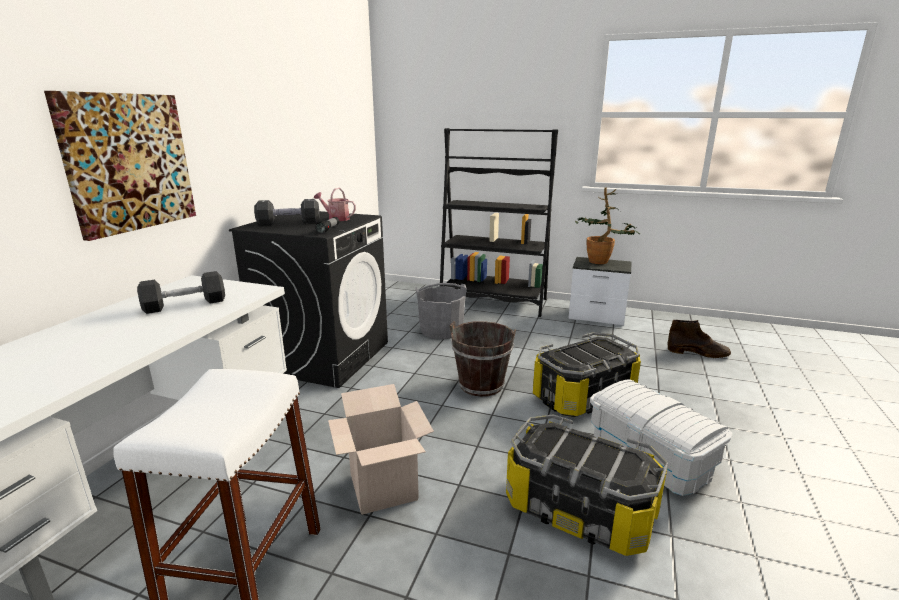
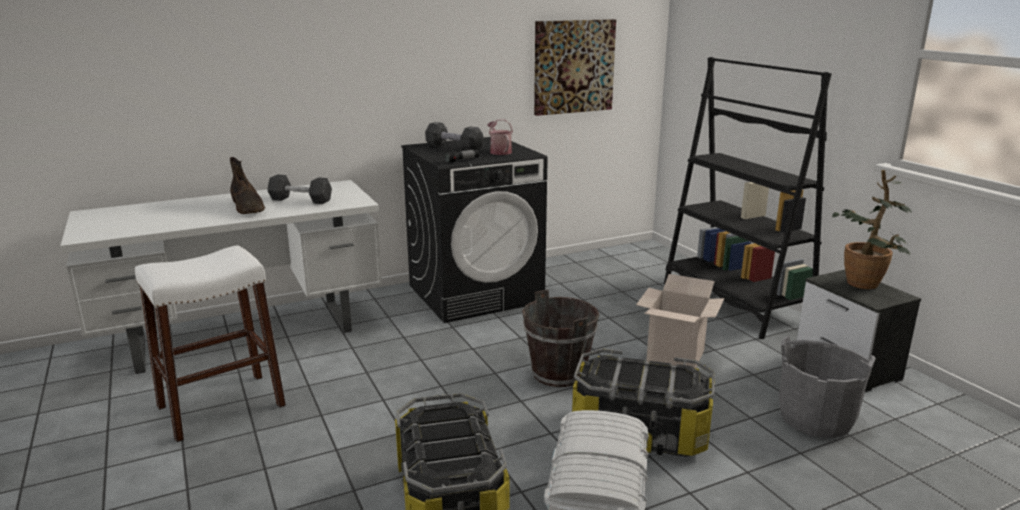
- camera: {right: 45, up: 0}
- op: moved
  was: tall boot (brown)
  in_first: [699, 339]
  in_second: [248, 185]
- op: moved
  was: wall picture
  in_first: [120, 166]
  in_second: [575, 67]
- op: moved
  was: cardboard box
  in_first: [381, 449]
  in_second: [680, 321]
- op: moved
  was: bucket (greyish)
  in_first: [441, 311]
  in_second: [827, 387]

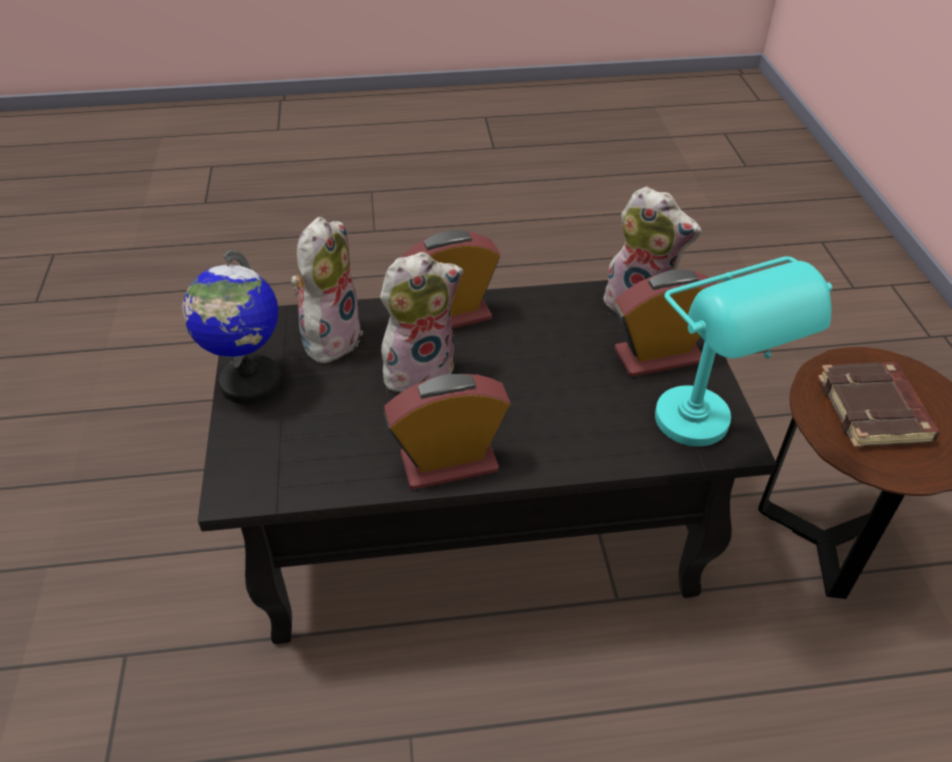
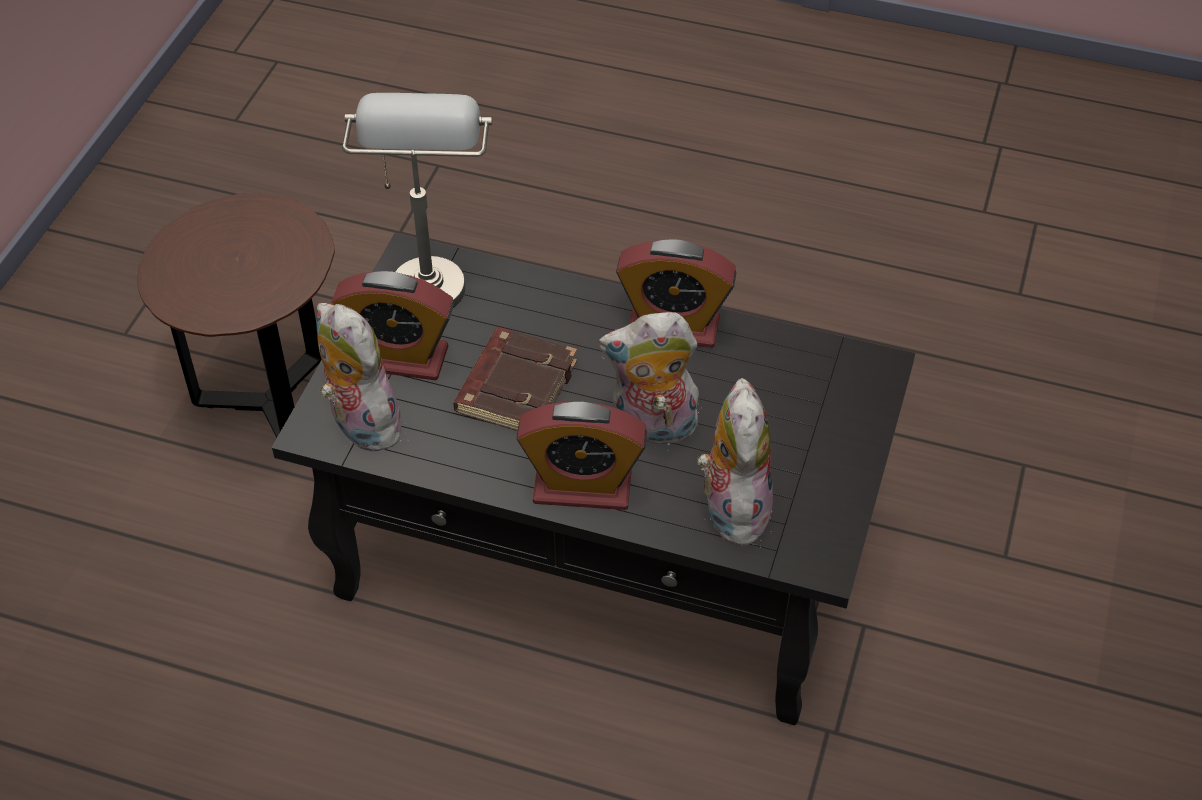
- camera: {right: -155, up: 5}
- op: recoloured
  was: table lamp (turquoise-coloured)
  now: table lamp (greyish)
  in_first: [743, 351]
  in_second: [417, 200]
- op: moved
  was: bound book (brown)
  in_first: [879, 404]
  in_second: [515, 379]
- op: turned
  was: soft toy
  in_first: [327, 292]
  in_second: [735, 463]
  clockwise: 135
- op: removed
  was: desk globe
  in_first: [232, 327]

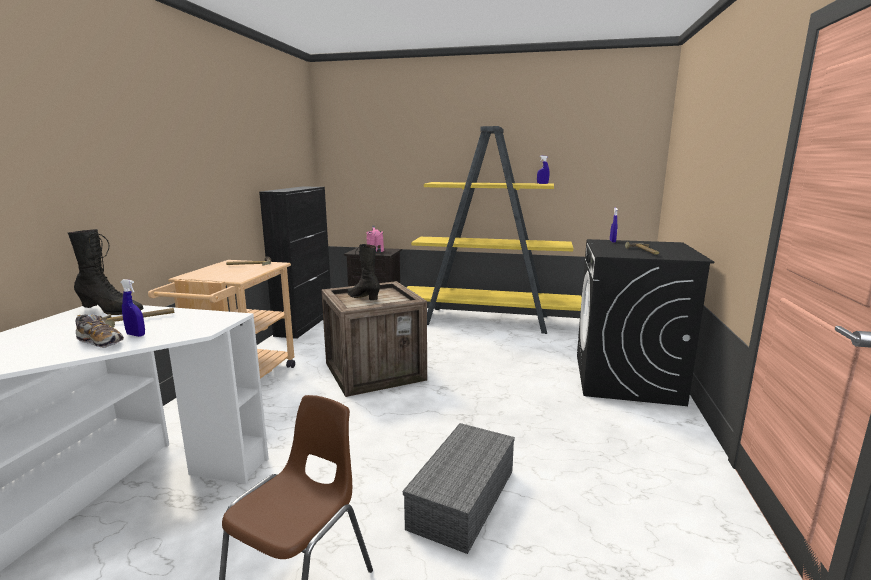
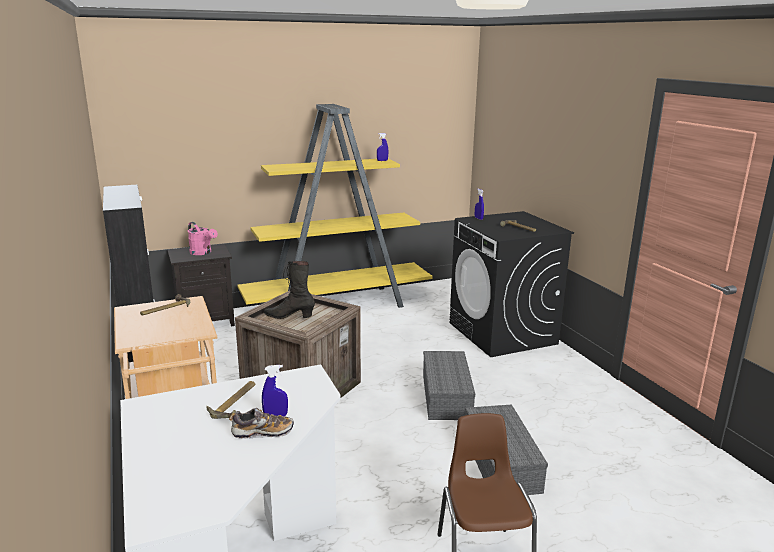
- camera: {right: -35, up: 5}
- op: added
  now: storage container (greyish)
  in_second: [449, 385]
- op: removed
  was: tall boot (black-coloured)
  in_first: [106, 272]

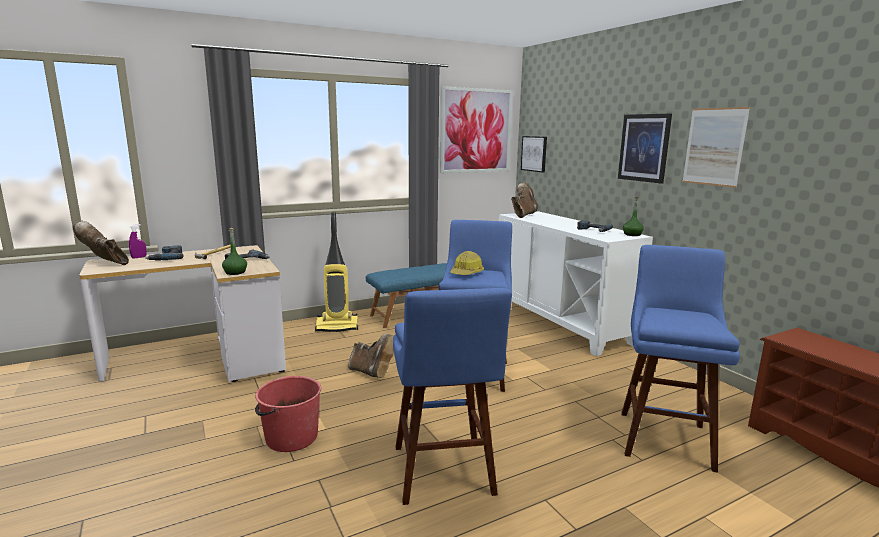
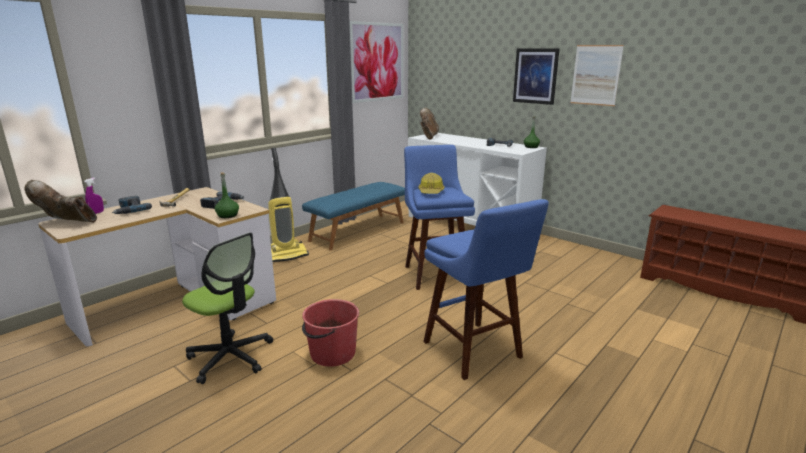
- camera: {right: -20, up: 5}
- op: added
  now: desk chair
  in_second: [227, 308]
- op: removed
  was: tall boot (brown)
  in_first: [371, 356]
- op: removed
  was: wall picture
  in_first: [534, 154]
- op: removed
  was: stool seat (bluish)
  in_first: [680, 359]

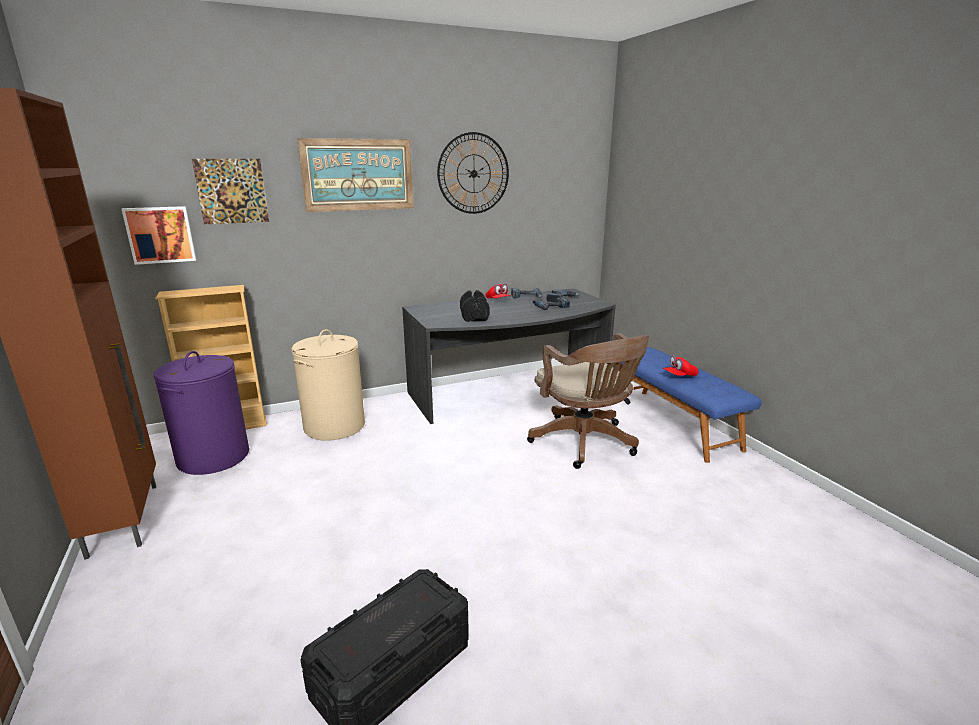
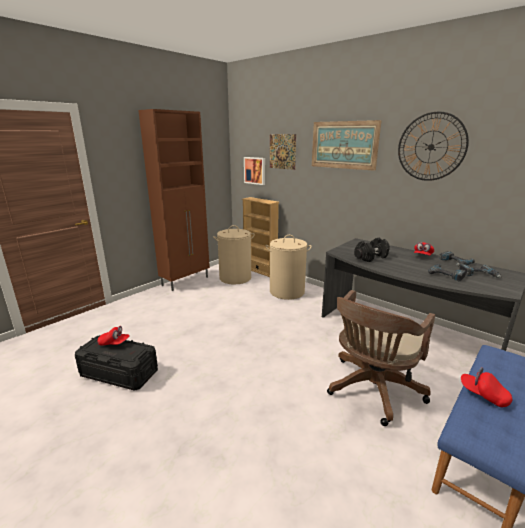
- camera: {right: 65, up: 0}
- op: added
  now: peaked cap (reddish)
  in_second: [114, 336]
- op: recoloured
  was: laundry basket (purple-coloured)
  now: laundry basket (beige-coloured)
  in_first: [201, 413]
  in_second: [234, 255]

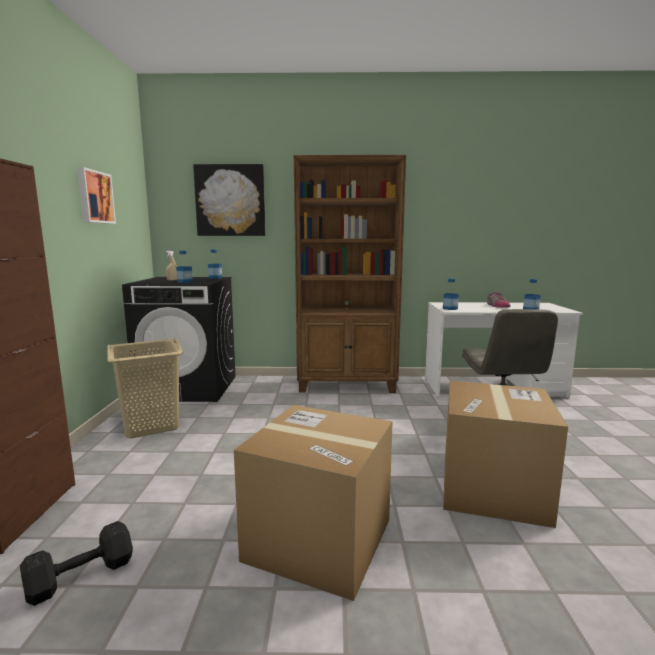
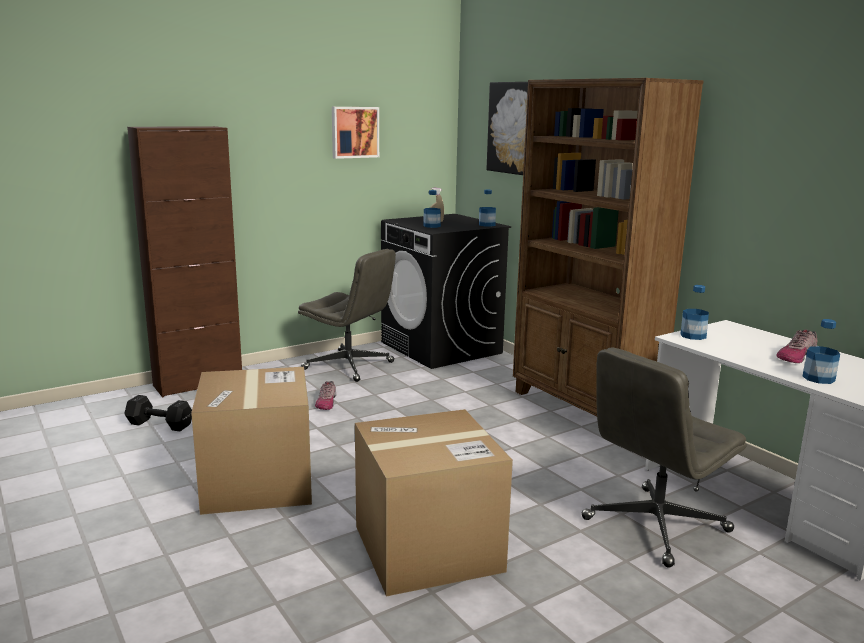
- camera: {right: 55, up: 5}
- op: replaced
  was: laundry basket (beige-coloured)
  now: desk chair (greyish)
  in_first: [145, 388]
  in_second: [347, 315]
- op: added
  now: item of footwear
  in_second: [325, 395]

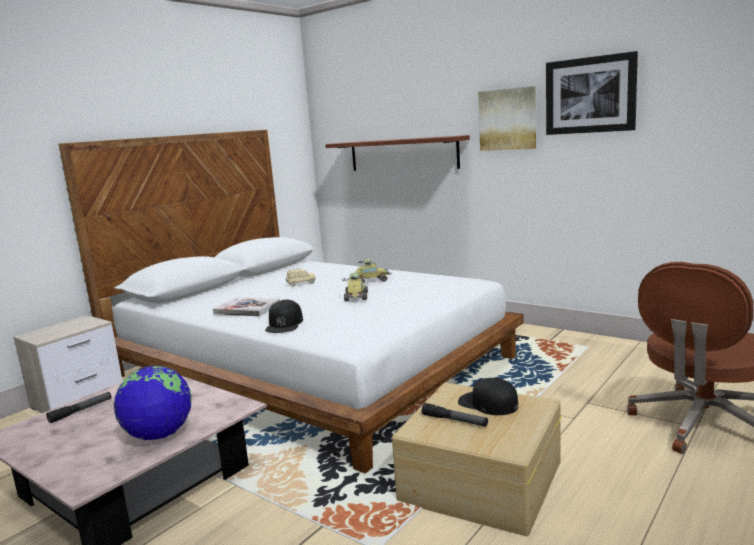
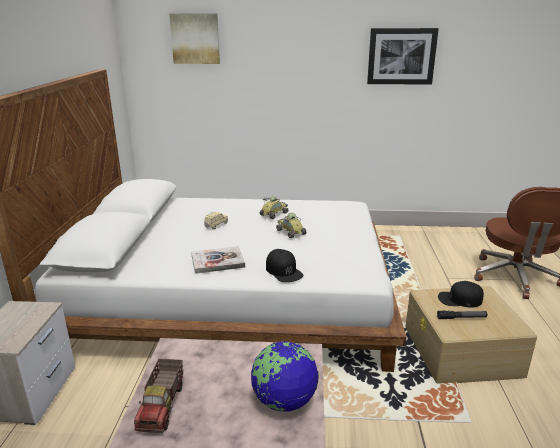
- camera: {right: -35, up: 10}
- op: replaced
  was: flashlight
  now: toy truck
  in_first: [78, 407]
  in_second: [158, 396]
- op: moved
  was: wall picture
  in_first: [507, 118]
  in_second: [194, 38]
- op: removed
  was: bracket shelf
  in_first: [397, 153]

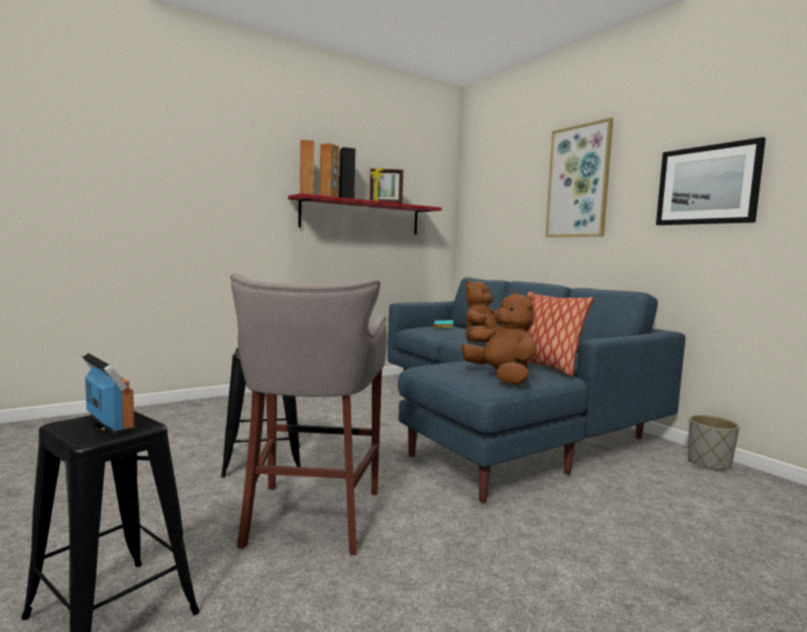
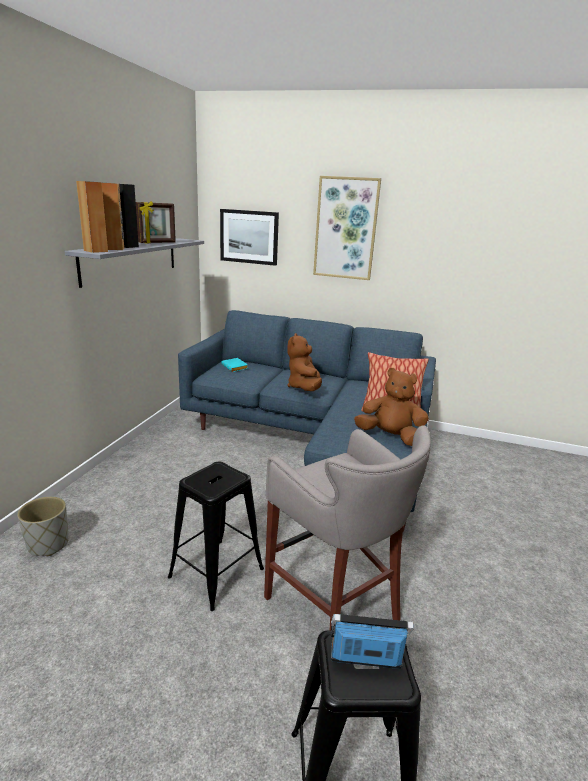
- camera: {right: -40, up: 15}
- op: moved
  was: flower pot (greyish)
  in_first: [713, 443]
  in_second: [43, 526]
- op: recoloured
  was: bracket shelf (reddish)
  now: bracket shelf (greyish)
  in_first: [365, 213]
  in_second: [134, 263]
- op: moved
  was: wall picture
  in_first: [711, 181]
  in_second: [249, 237]

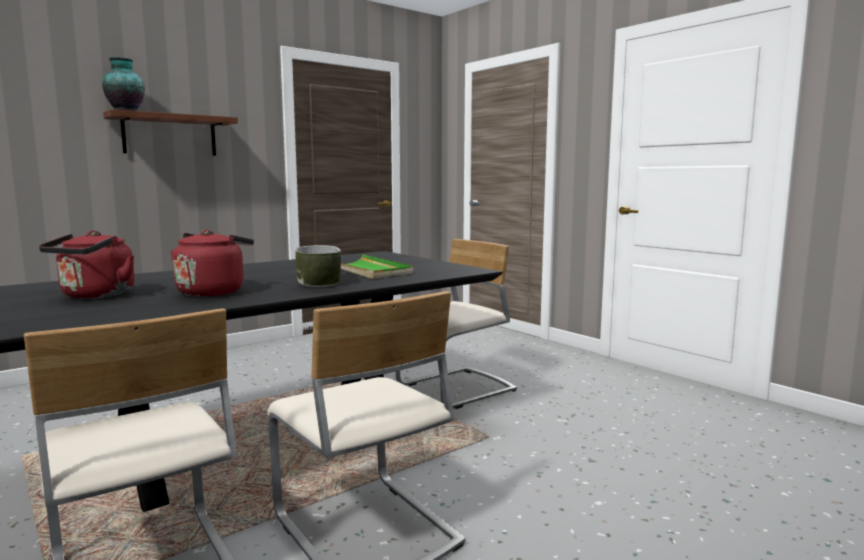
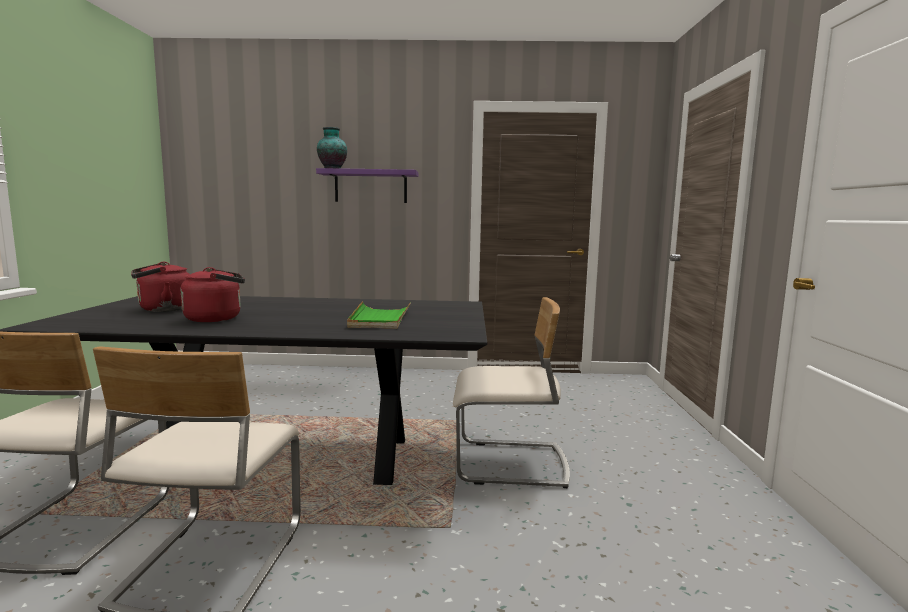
- camera: {right: 40, up: 0}
- op: recoloured
  was: bracket shelf (brown)
  now: bracket shelf (purple-coloured)
  in_first: [170, 132]
  in_second: [367, 185]
- op: removed
  was: deep dish
  in_first: [318, 266]

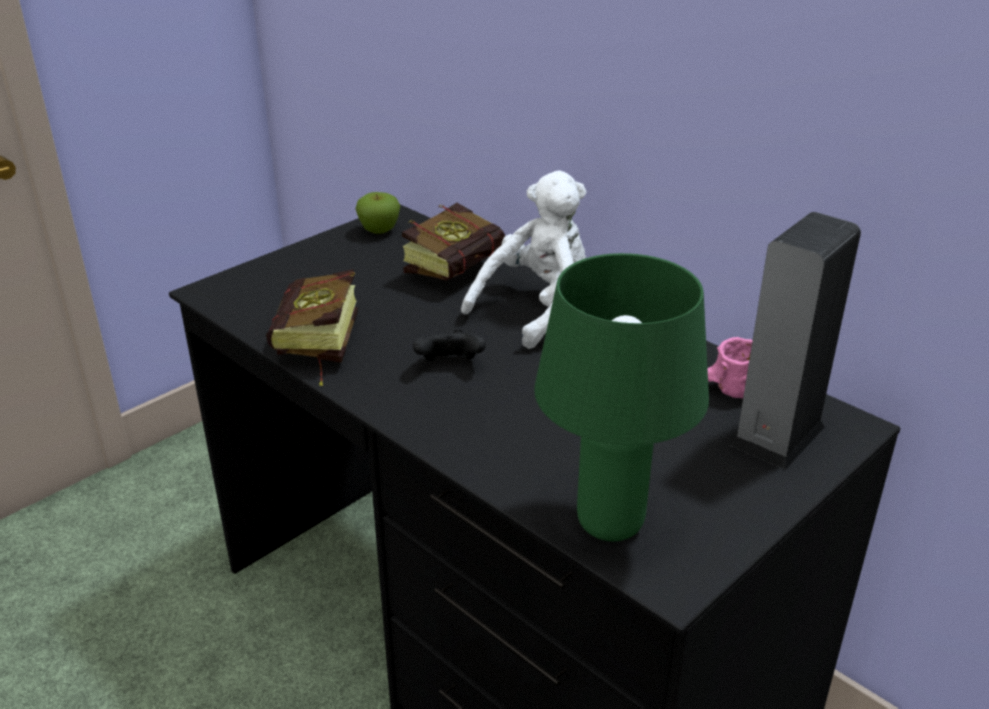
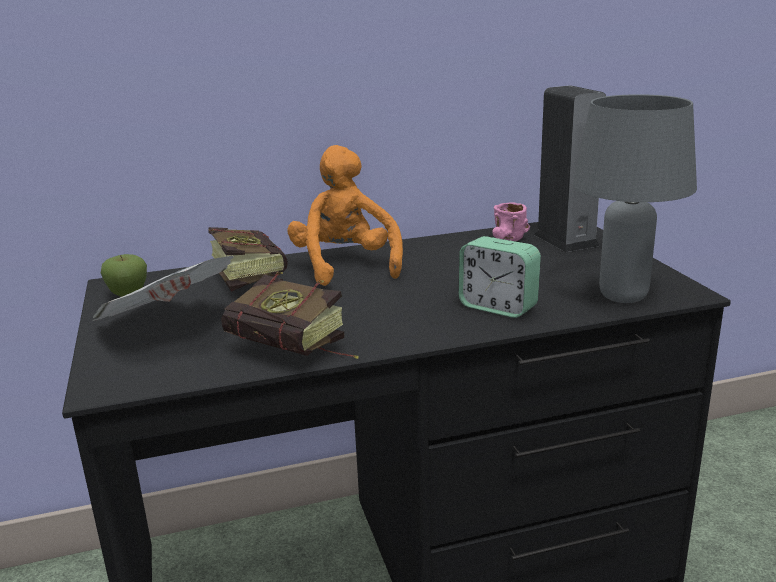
- camera: {right: -60, up: -10}
- op: added
  now: daily paper
  in_second: [163, 288]
- op: recoloured
  was: soft toy (white)
  now: soft toy (orange)
  in_first: [524, 259]
  in_second: [345, 215]
- op: added
  now: alarm clock
  in_second: [500, 277]
- op: recoloured
  was: table lamp (greenish)
  now: table lamp (greyish)
  in_first: [621, 397]
  in_second: [635, 198]
- op: removed
  was: gamepad (black-coloured)
  in_first: [449, 345]

